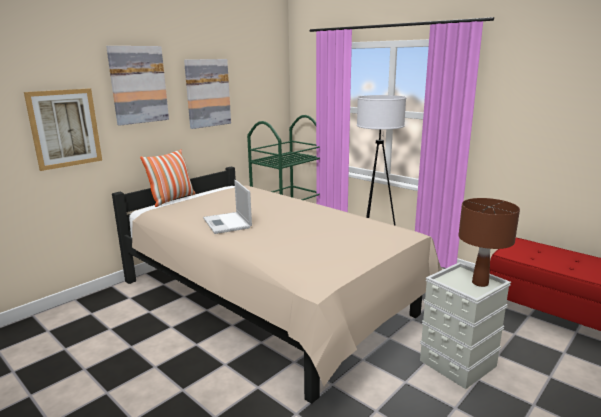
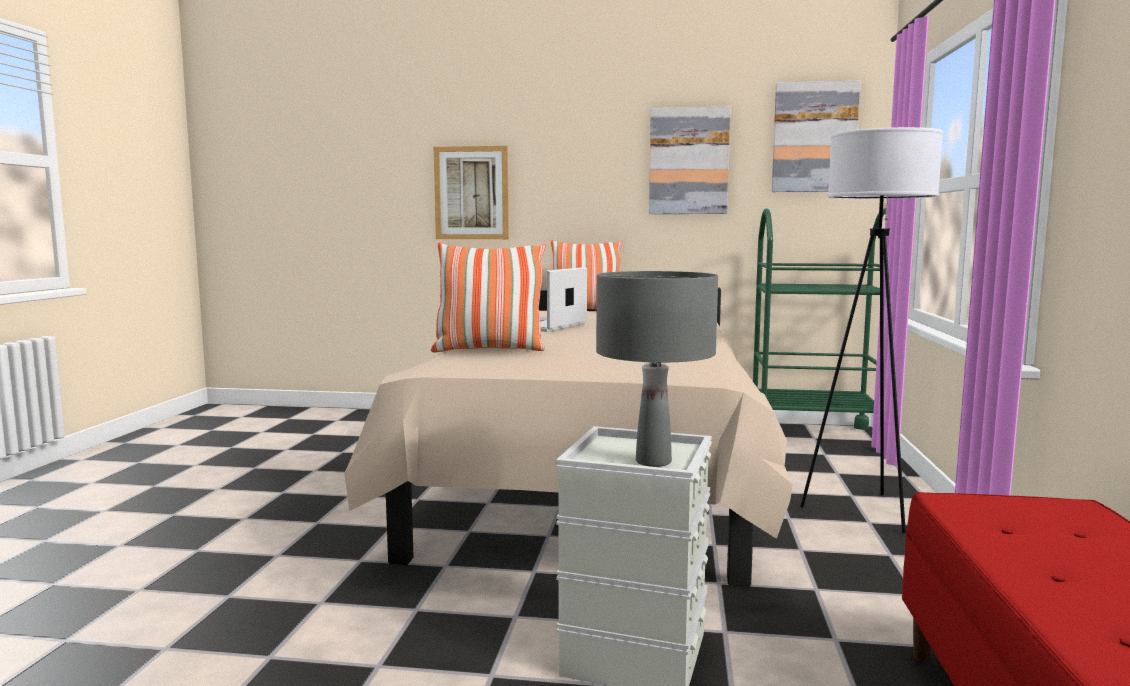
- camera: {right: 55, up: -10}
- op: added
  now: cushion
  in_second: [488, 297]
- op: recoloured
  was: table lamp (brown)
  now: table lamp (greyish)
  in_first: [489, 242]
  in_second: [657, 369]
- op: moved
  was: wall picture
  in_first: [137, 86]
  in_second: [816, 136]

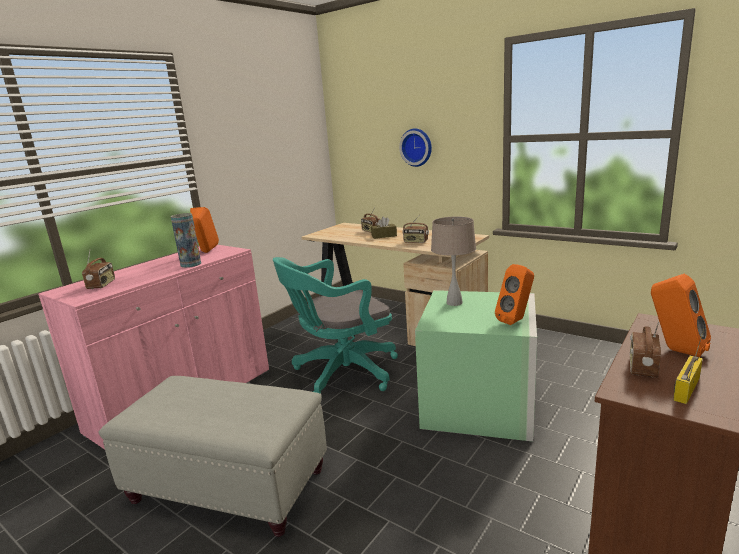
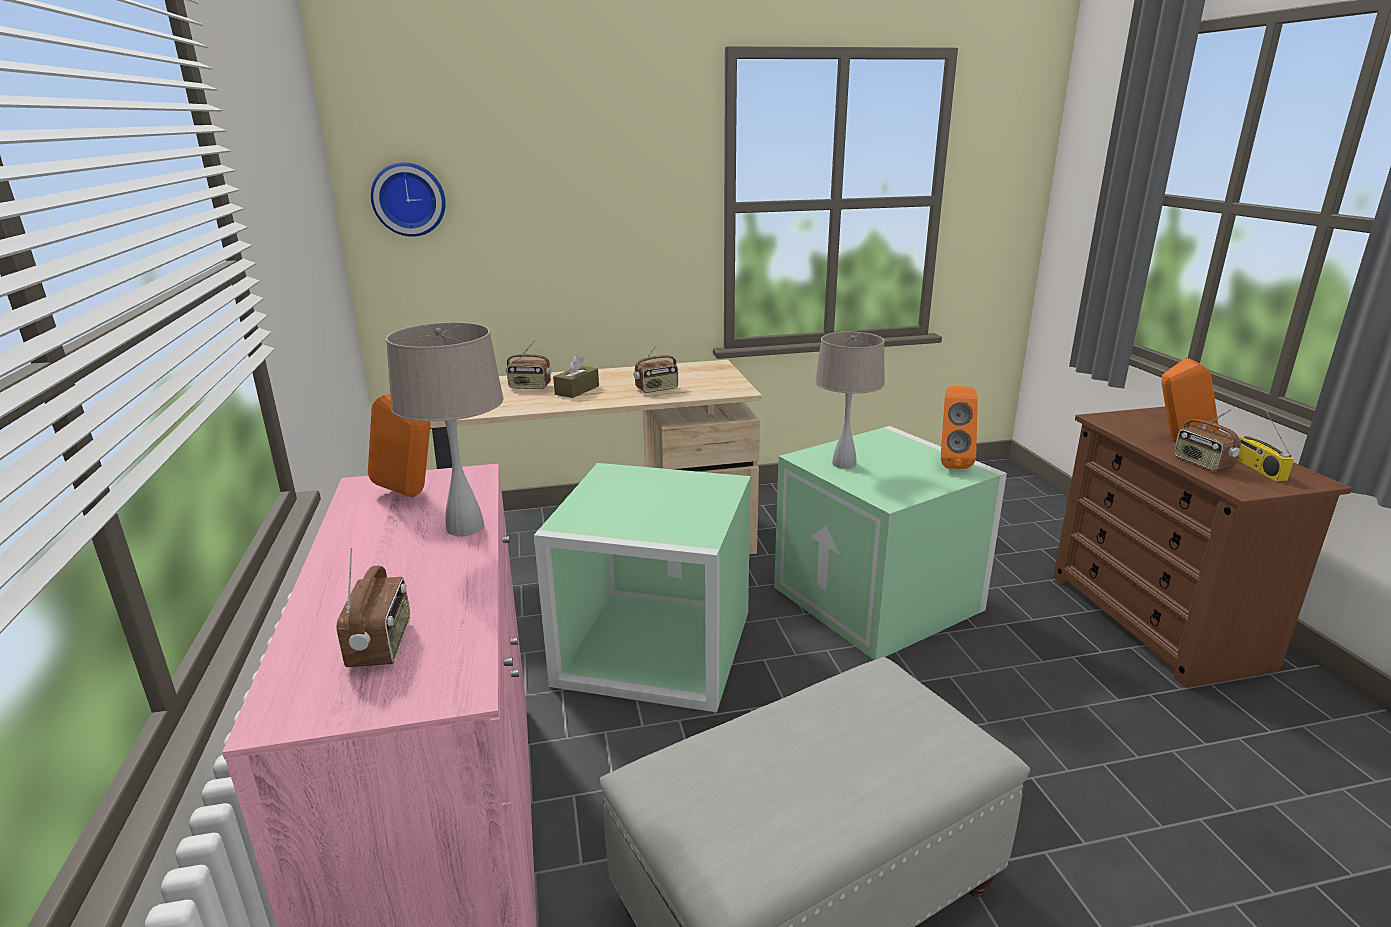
- camera: {right: -50, up: 5}
- op: turned
  was: radio set
  in_first: [98, 270]
  in_second: [373, 607]
  clockwise: 45
- op: moved
  was: wall clock
  in_first: [415, 147]
  in_second: [408, 199]
- op: replaced
  was: flower vase
  now: table lamp (beige-coloured)
  in_first: [186, 240]
  in_second: [445, 429]
- op: replaced
  was: desk chair (turquoise-coloured)
  now: storage container (greenish)
  in_first: [335, 325]
  in_second: [642, 587]

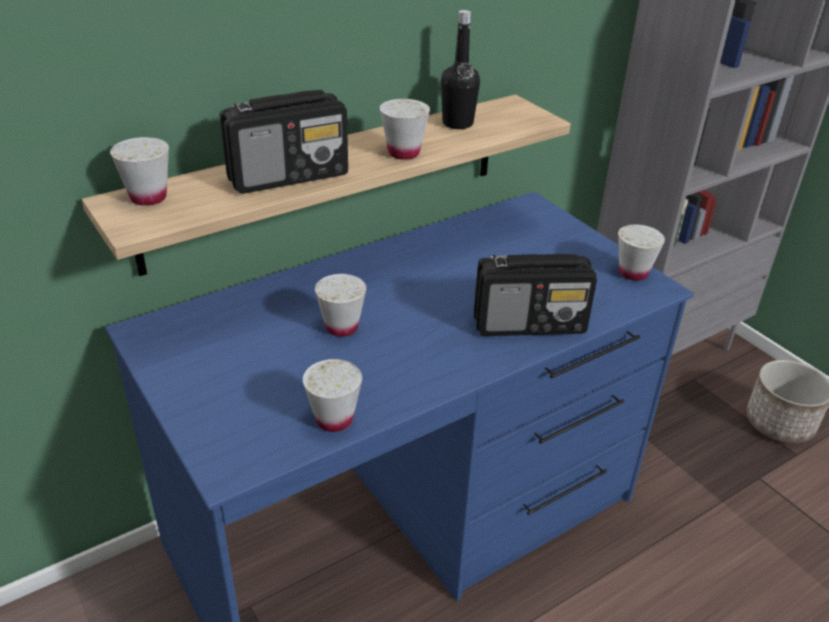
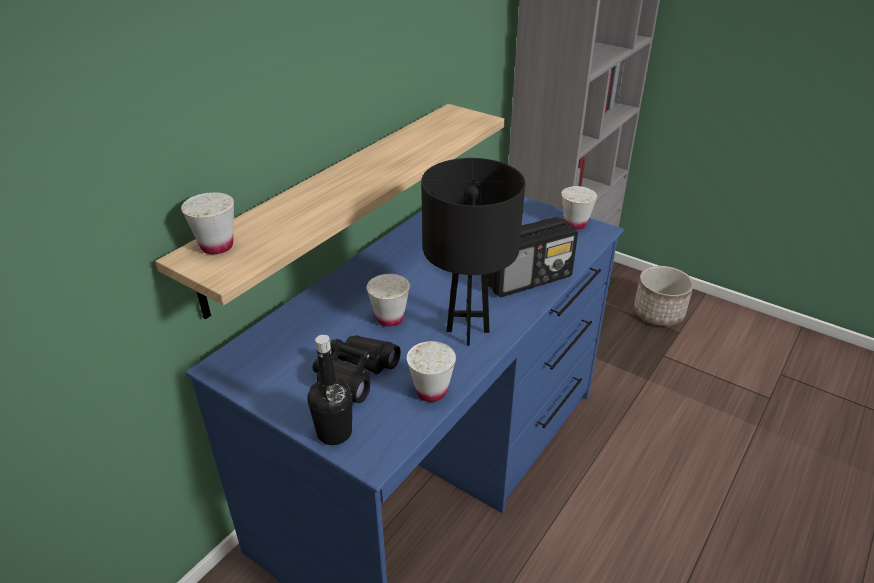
- camera: {right: -20, up: 0}
- op: moved
  was: drink bottle (black-coloured)
  in_first: [460, 69]
  in_second: [329, 390]
- op: added
  now: pair of binoculars (black-coloured)
  in_second: [357, 369]
- op: added
  now: table lamp (black-coloured)
  in_second: [473, 252]
- op: removed
  was: radio set
  in_first: [284, 142]
- op: removed
  was: drinking cup (white)
  in_first: [405, 129]

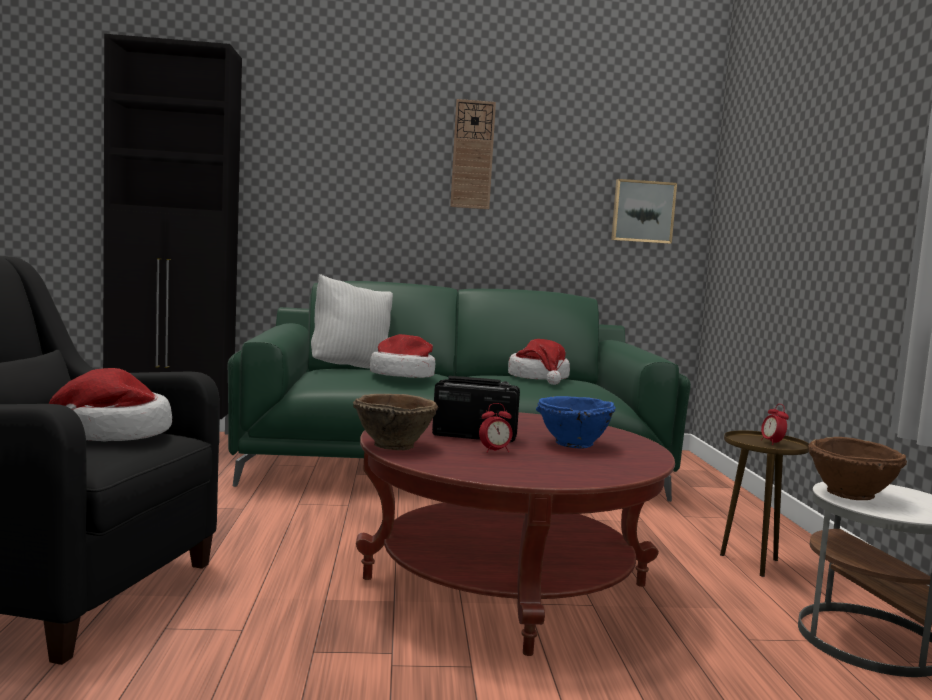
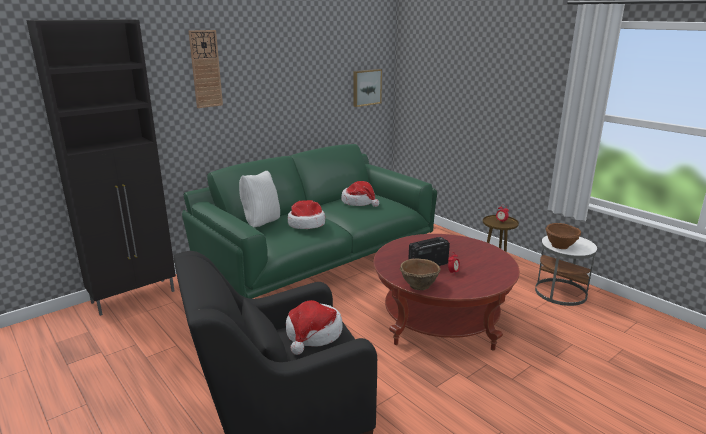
- camera: {right: -35, up: 15}
- op: moved
  was: wall clock
  in_first: [473, 154]
  in_second: [206, 69]
- op: removed
  was: deep dish (bluish)
  in_first: [576, 422]

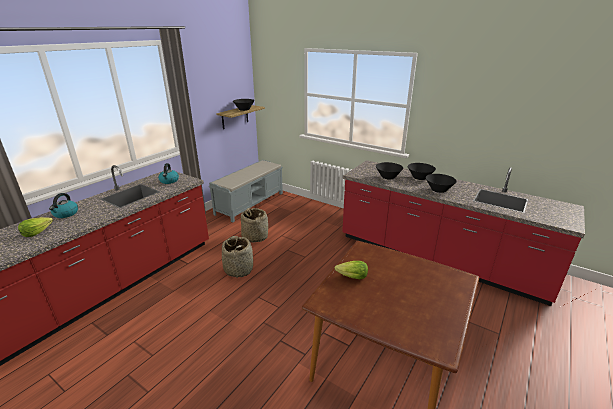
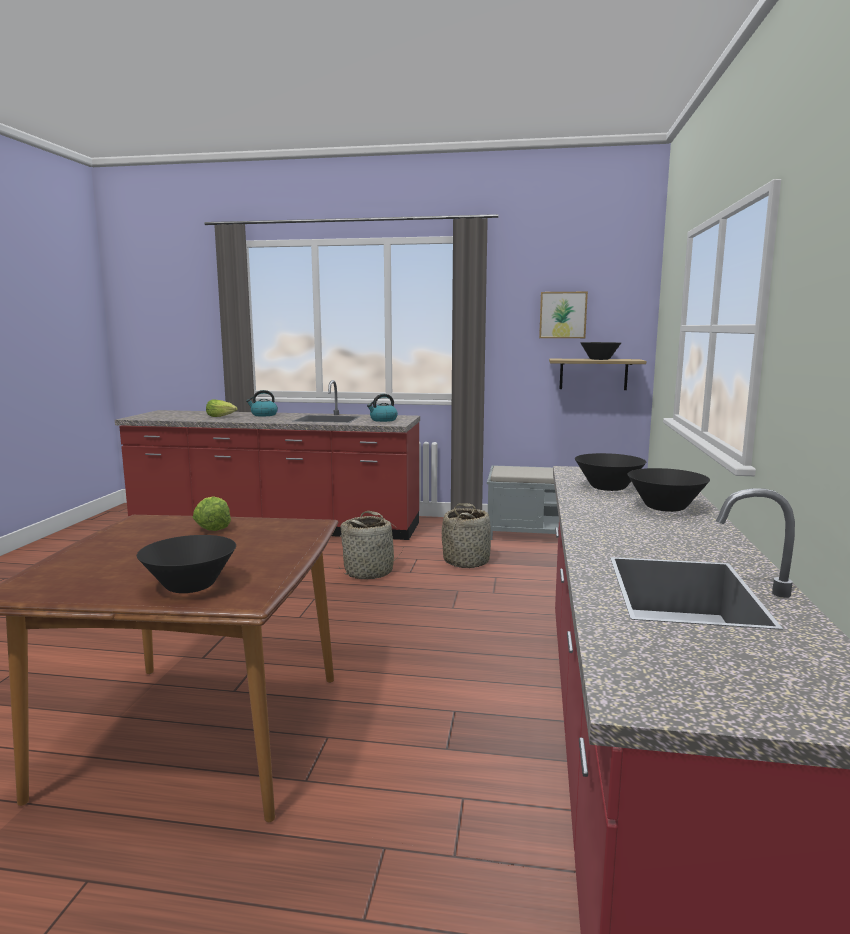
- camera: {right: 65, up: -15}
- op: moved
  was: deep dish (black-coloured)
  in_first: [441, 183]
  in_second: [186, 564]
- op: added
  now: wall picture
  in_second: [563, 315]

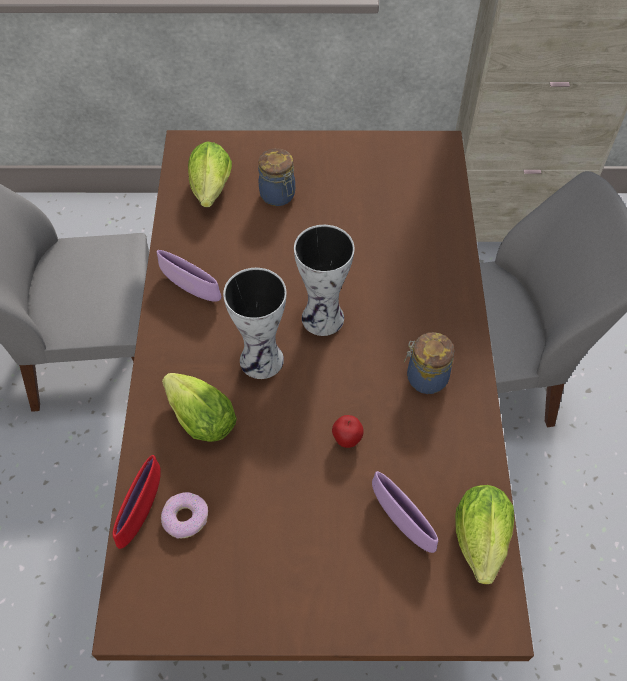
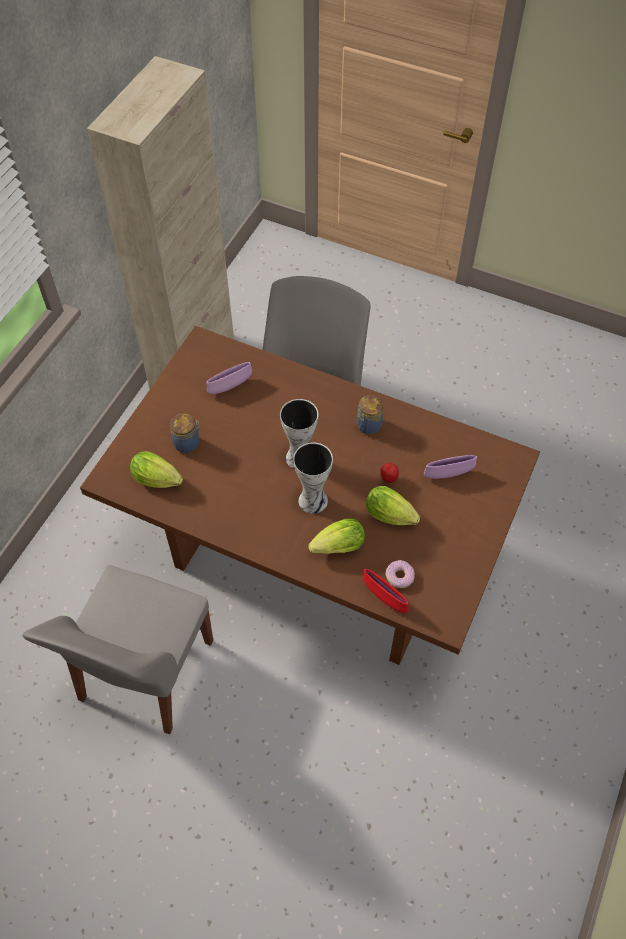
- camera: {right: -65, up: 0}
- op: moved
  was: deep dish (purple-coloured)
  in_first: [189, 276]
  in_second: [229, 378]
- op: moved
  was: lettuce
  in_first: [484, 534]
  in_second: [393, 505]

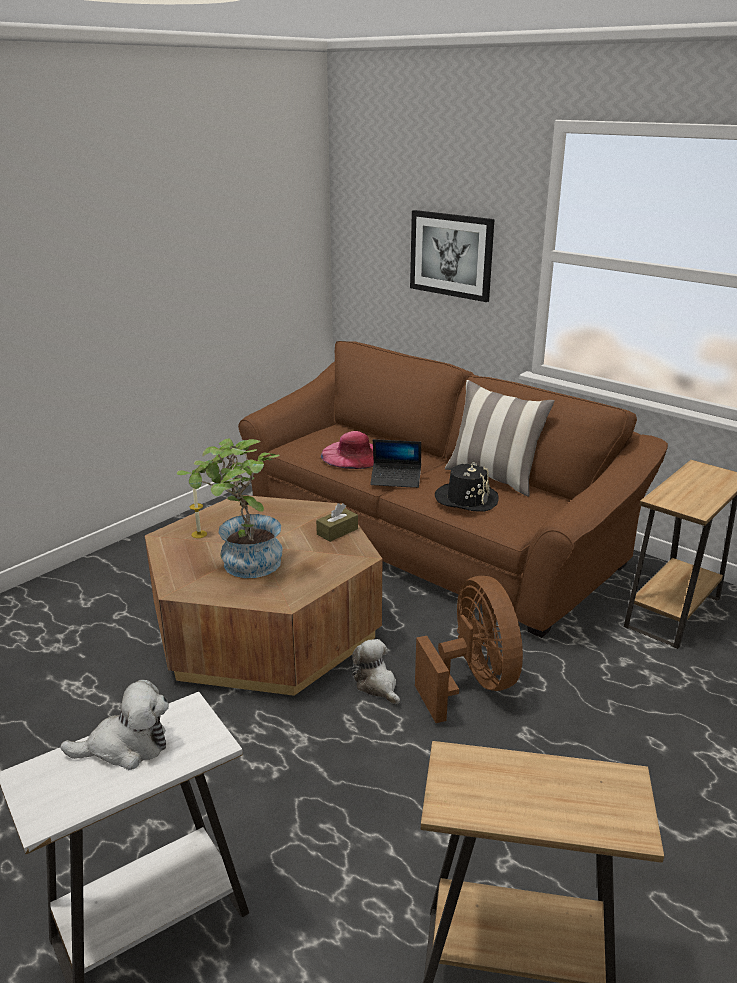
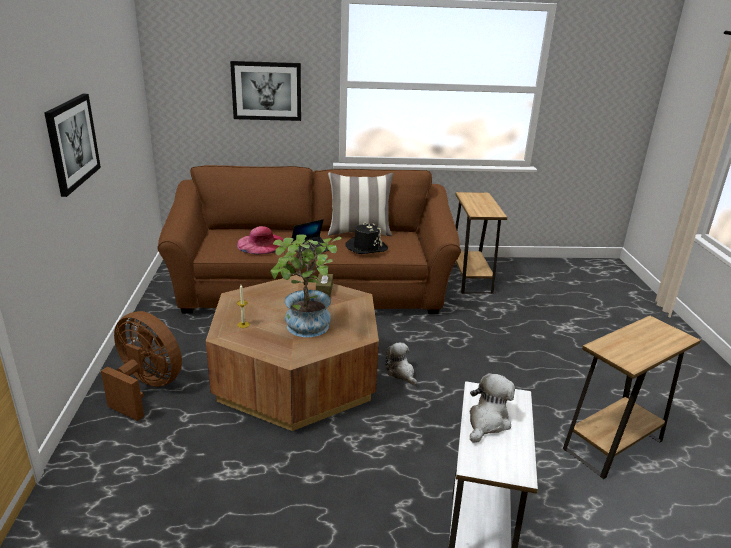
- camera: {right: -45, up: 0}
- op: added
  now: wall picture
  in_second: [72, 145]
- op: moved
  was: cooling fan (brown)
  in_first: [469, 649]
  in_second: [141, 366]
- op: turned
  was: soft toy
  in_first: [376, 672]
  in_second: [401, 364]
  clockwise: 45

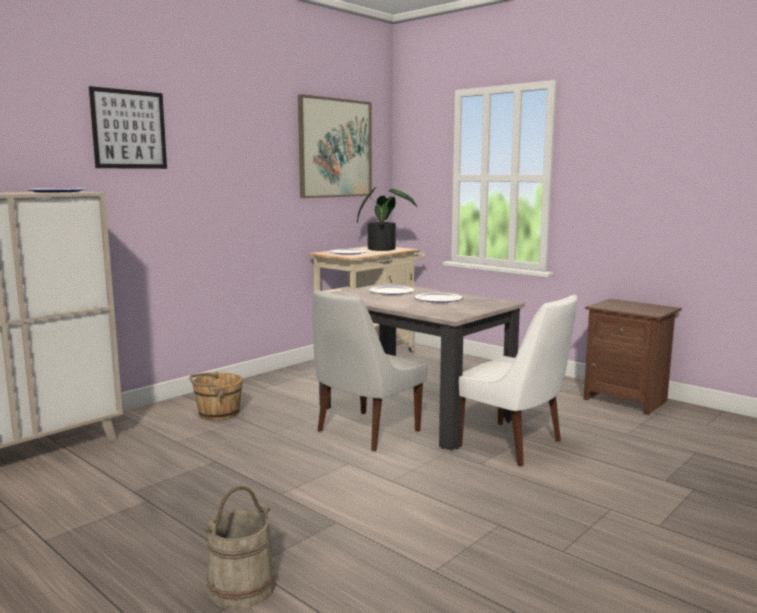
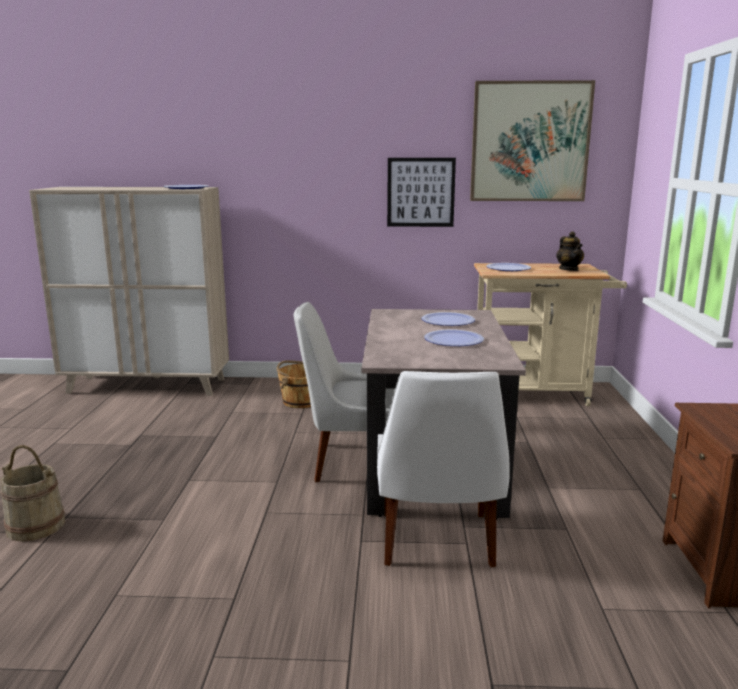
- camera: {right: 50, up: 5}
- op: moved
  was: wall picture
  in_first: [128, 127]
  in_second: [421, 192]
- op: replaced
  was: plant in a pot
  now: pot for tea
  in_first: [387, 219]
  in_second: [570, 251]

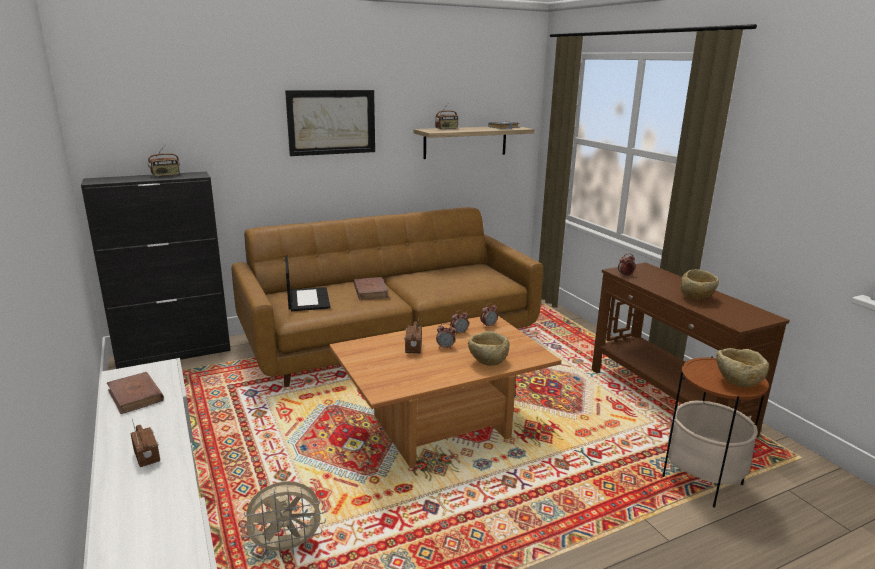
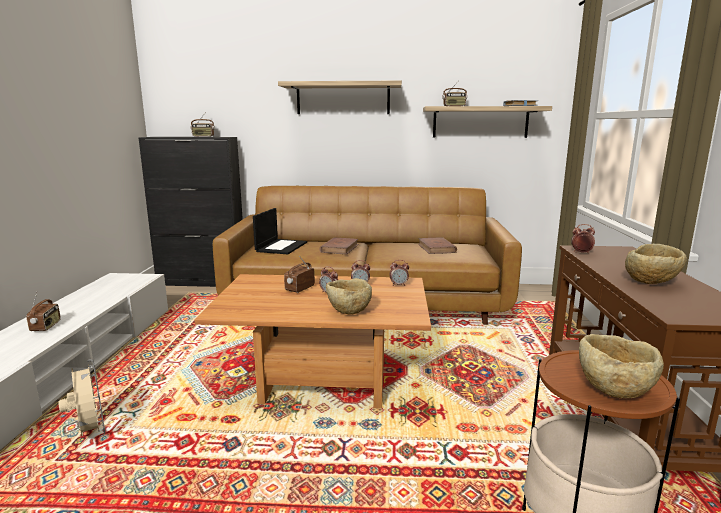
- camera: {right: 30, up: -5}
- op: turned
  was: cooling fan (beige-coloured)
  in_first: [283, 519]
  in_second: [81, 398]
  clockwise: -135
- op: replaced
  was: wall picture
  now: bracket shelf
  in_first: [330, 123]
  in_second: [340, 97]
- op: moved
  was: bound book (brown)
  in_first: [135, 393]
  in_second: [437, 245]

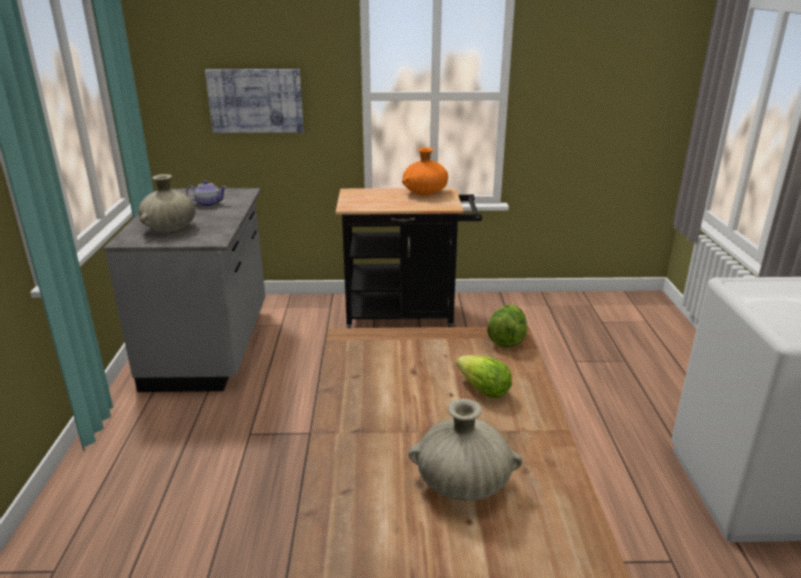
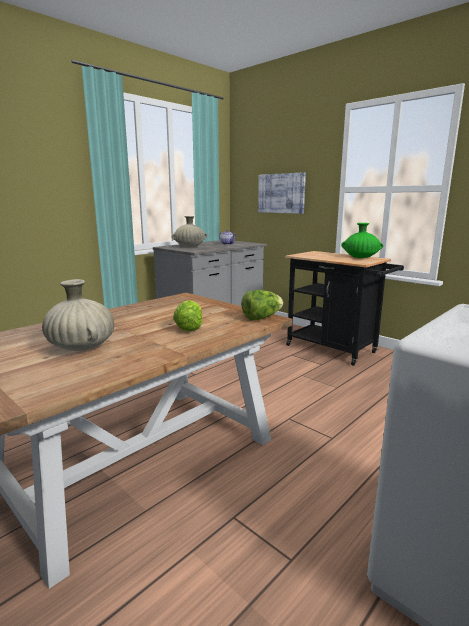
- camera: {right: 45, up: -10}
- op: recoloured
  was: flower vase (orange)
  now: flower vase (greenish)
  in_first: [425, 171]
  in_second: [362, 240]

